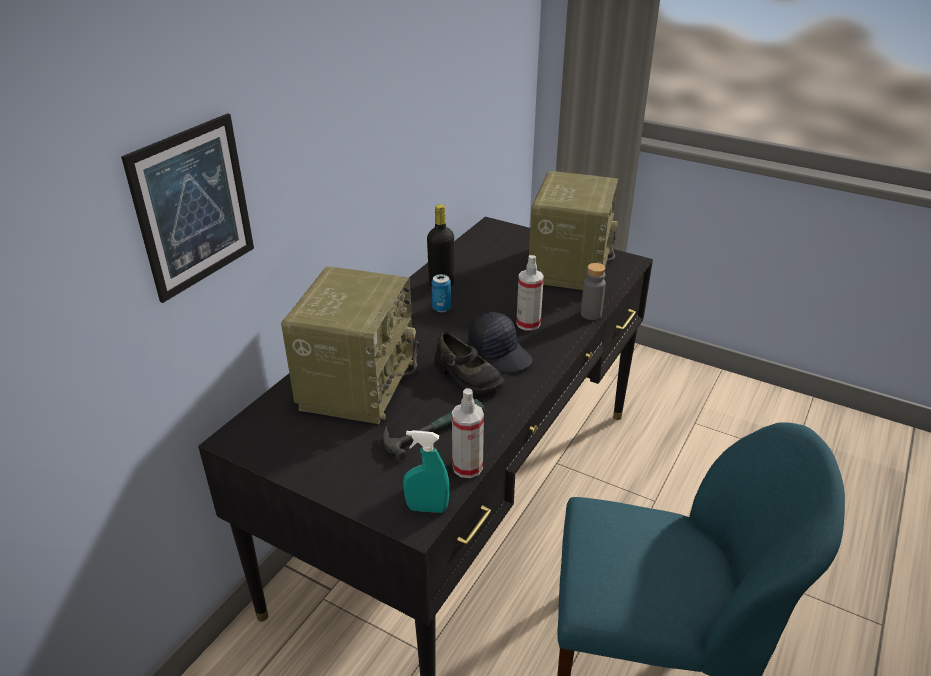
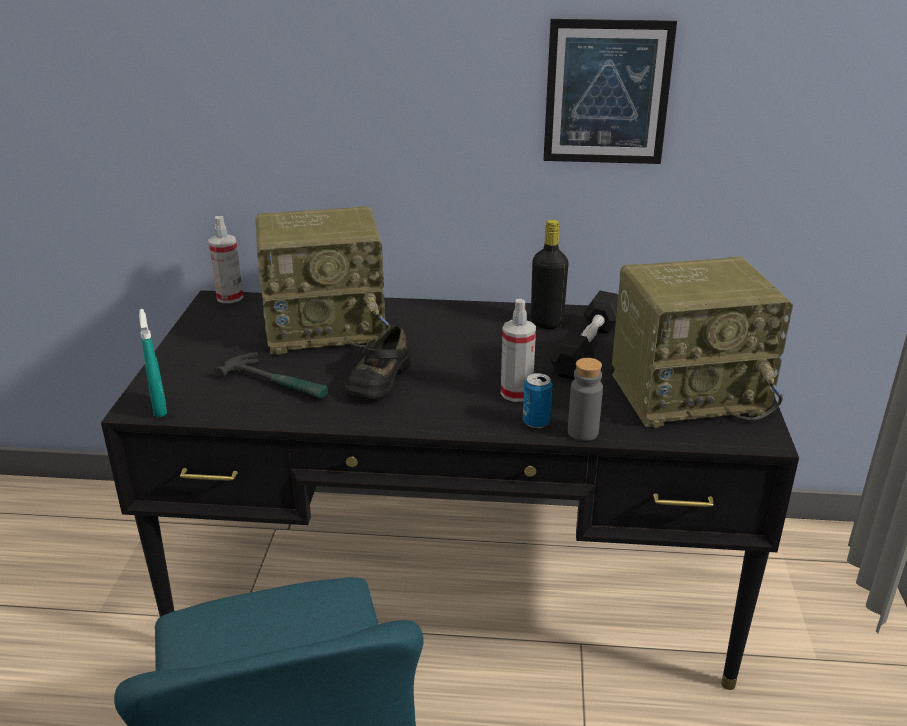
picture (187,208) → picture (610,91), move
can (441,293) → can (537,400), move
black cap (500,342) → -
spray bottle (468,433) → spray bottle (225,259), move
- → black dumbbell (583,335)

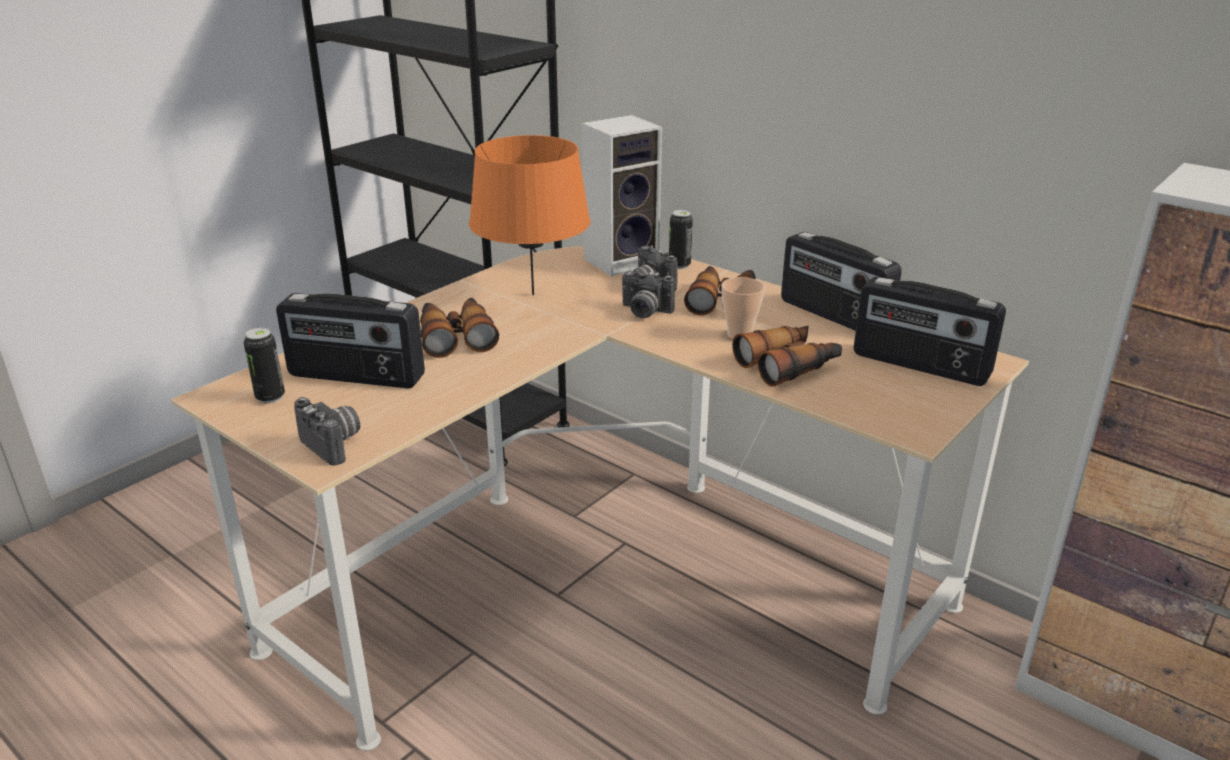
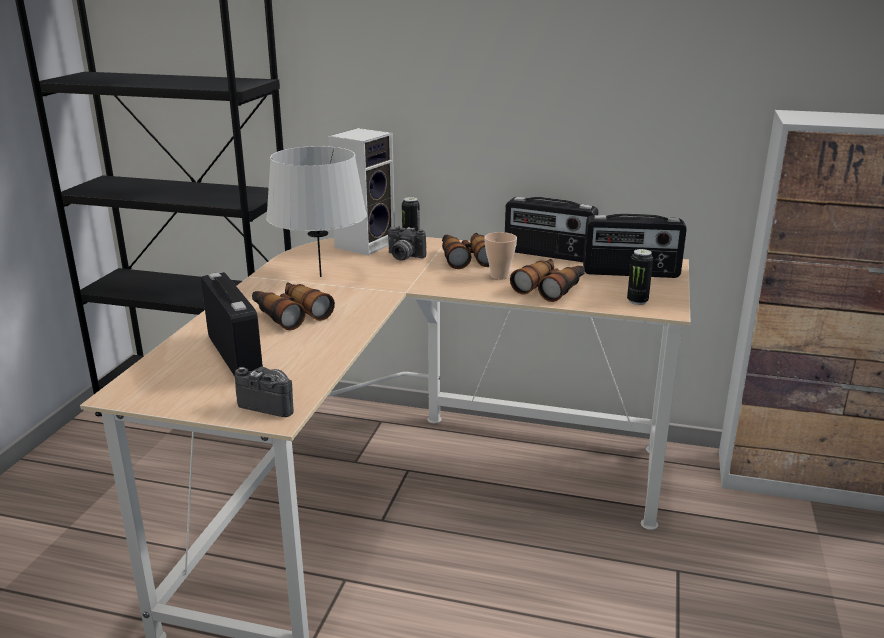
orange table lamp (530,215) → grey table lamp (316,211)
photo camera (648,294) → -
radio (350,340) → radio (232,324), 105 degrees counterclockwise
can (264,366) → can (640,277), move

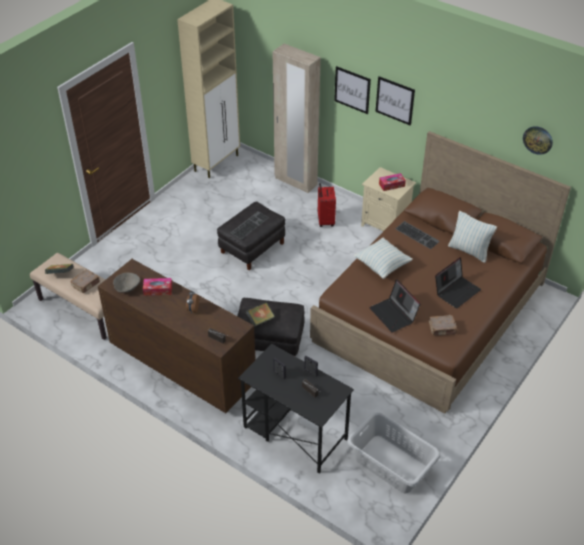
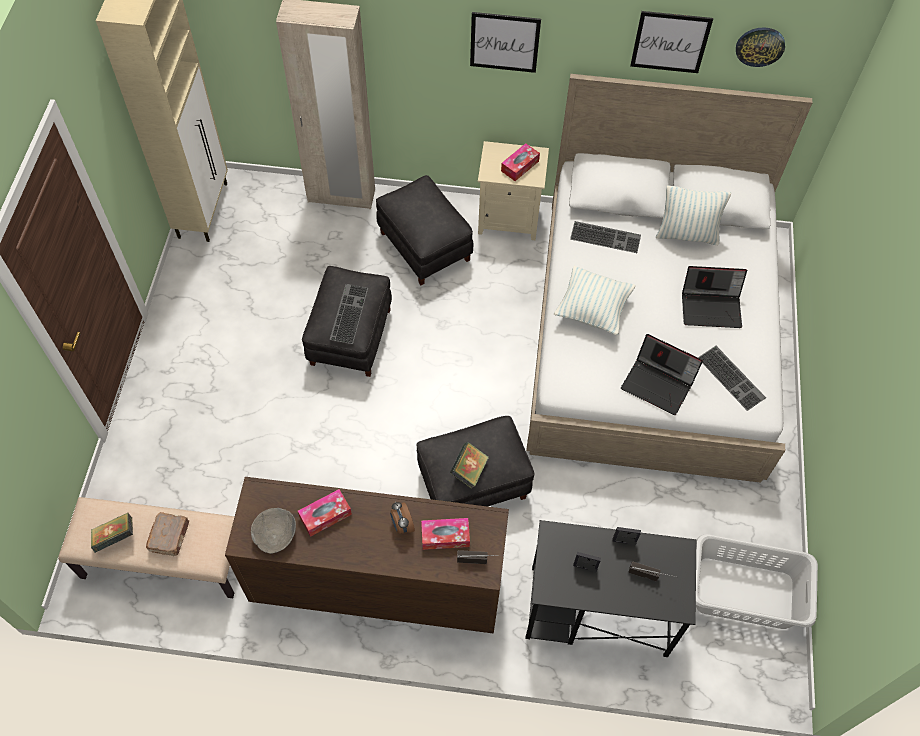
picture (352,90) → picture (671,42), move
brown bed (440,272) → white bed (669,278)
red suitcase (327,205) → black ottoman (424,230)
laptop (458,283) → laptop (714,297), 75 degrees clockwise
brown book (443,325) → keyboard (732,378)
- → tissue box (445,534)

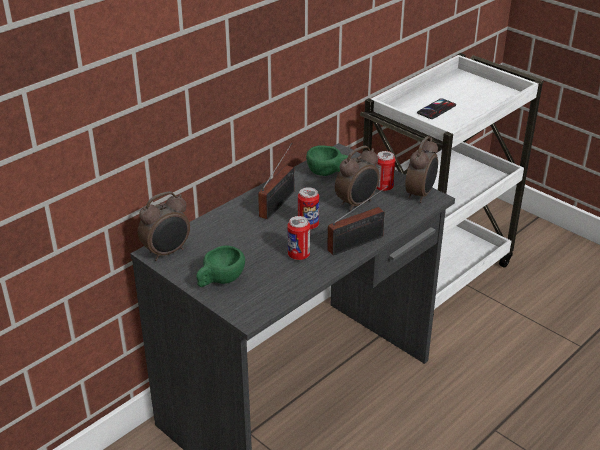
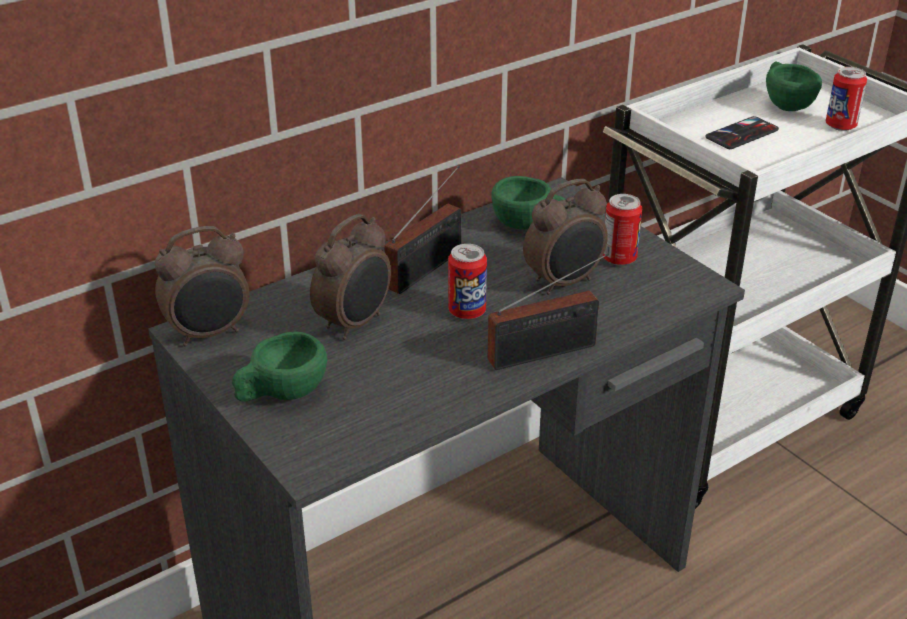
alarm clock (421,169) → alarm clock (350,277), move
can (299,238) → can (846,99), move
- → green cup (794,86)

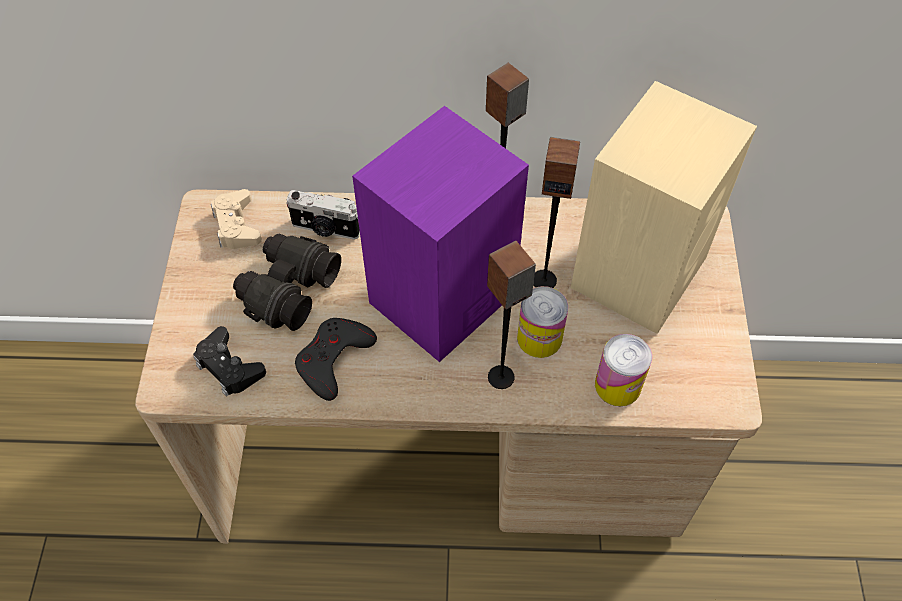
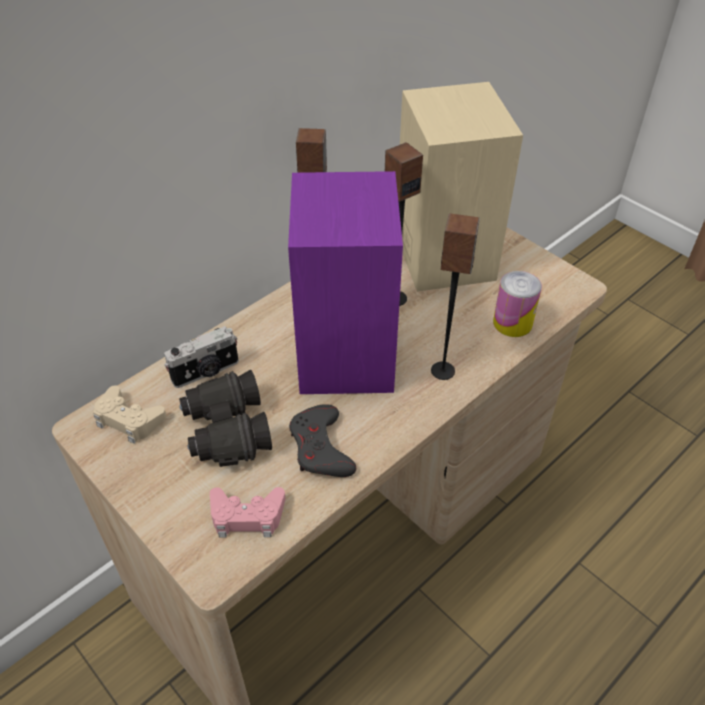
can (542,322) → -
black game controller (229,361) → pink game controller (248,512)

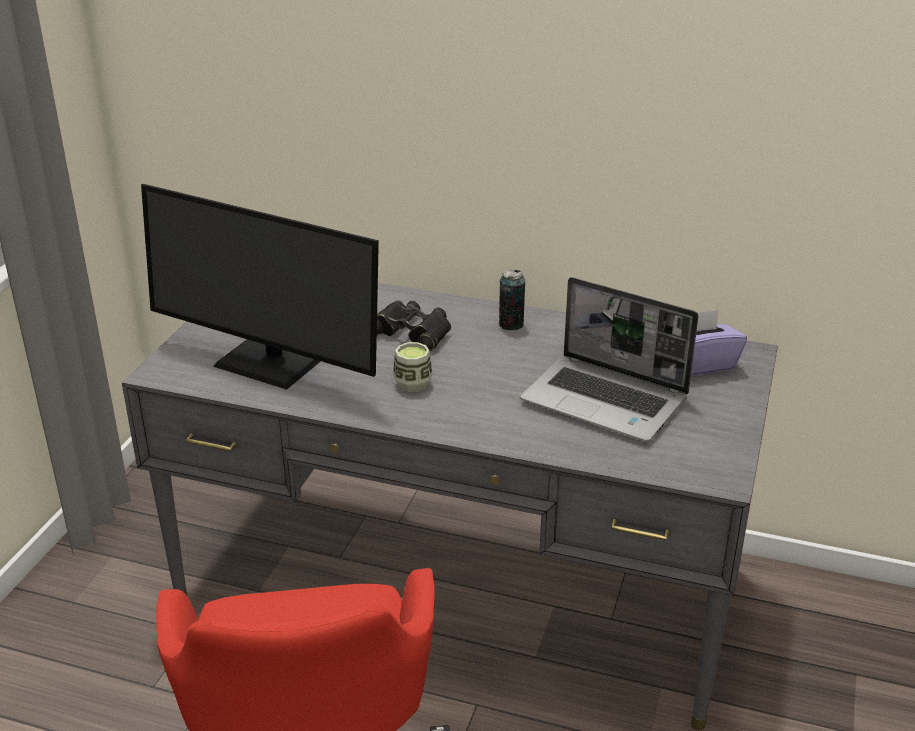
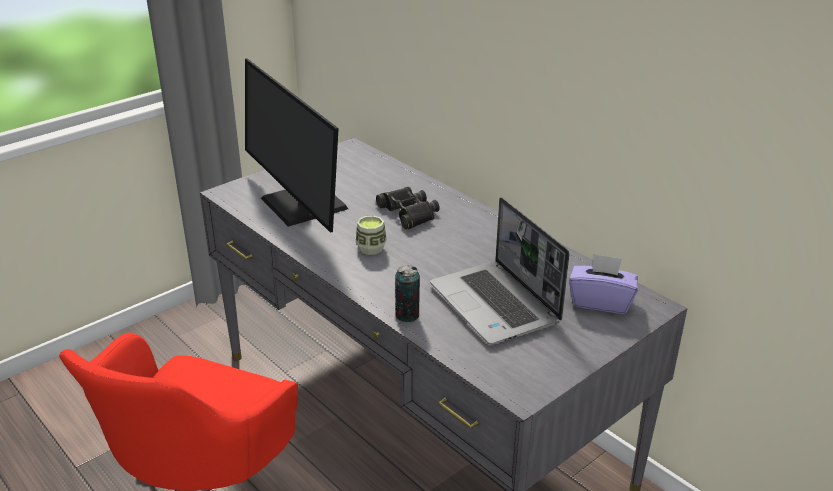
can (512,300) → can (407,293), move

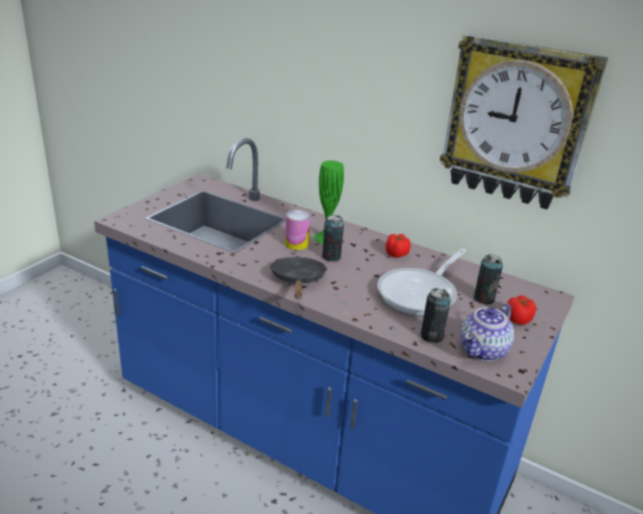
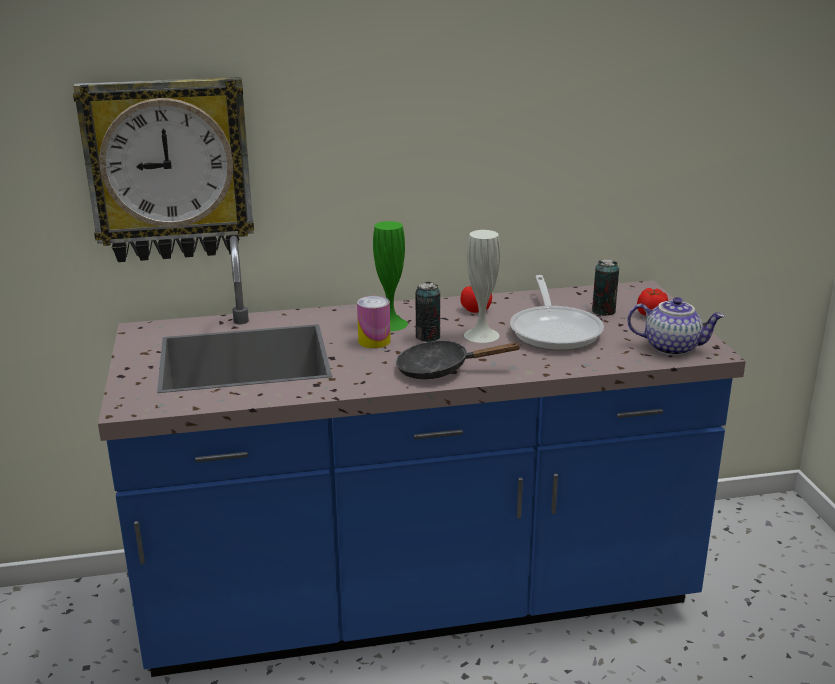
wall clock (524,121) → wall clock (163,169), move
black frying pan (298,278) → black frying pan (459,359), 45 degrees counterclockwise
can (436,315) → -
teapot (487,332) → teapot (676,326), 75 degrees counterclockwise
- → white vase (482,286)

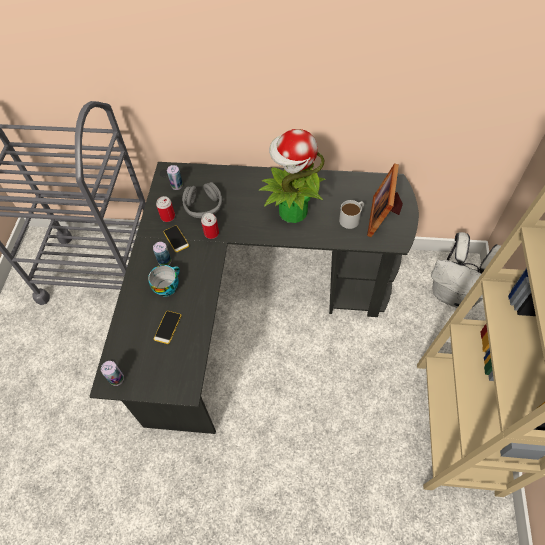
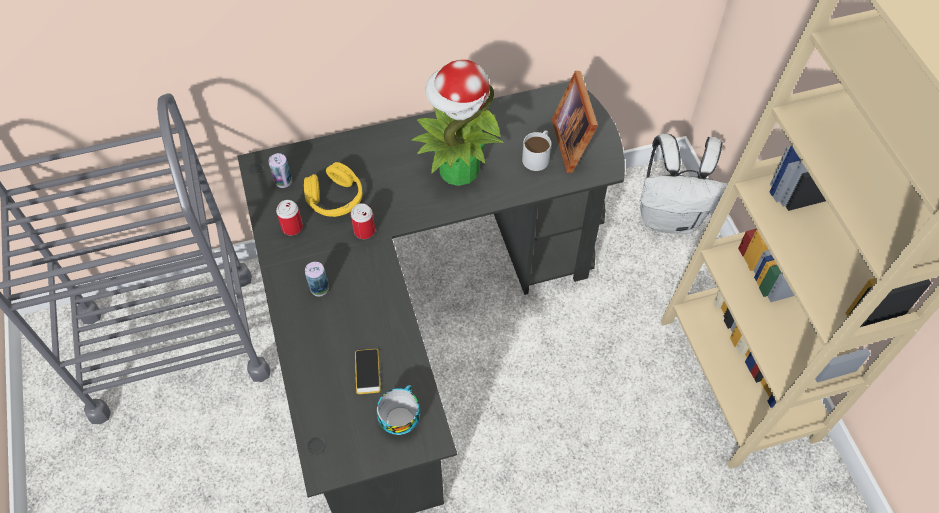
grey headphones (202,200) → yellow headphones (333,189)
phone (176,238) → -
cup (164,281) → cup (398,410), move
can (112,373) → -

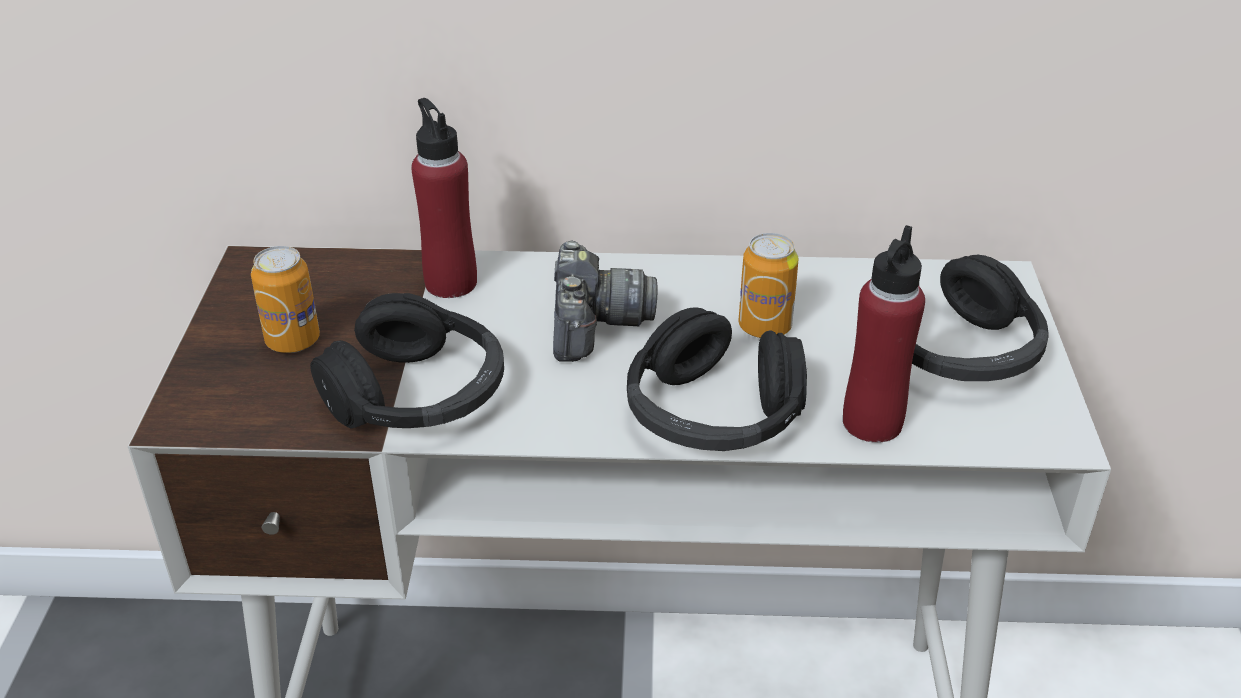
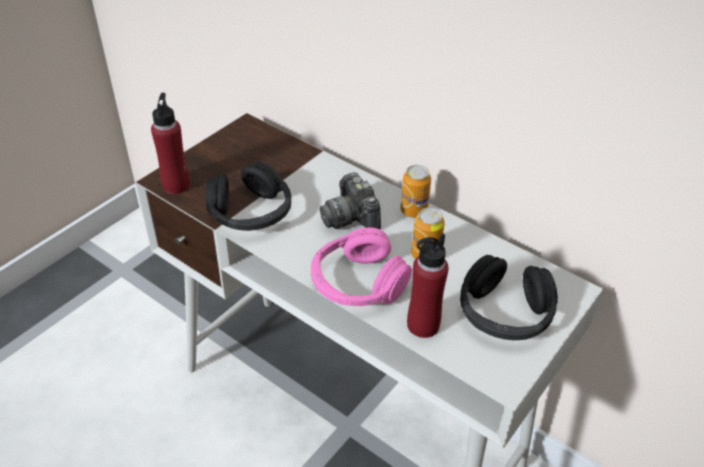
red bottle (444,198) → red bottle (170,143), move
photo camera (605,301) → photo camera (350,200), 120 degrees clockwise
can (285,299) → can (416,191), move
black headphones (717,379) → pink headphones (361,266)

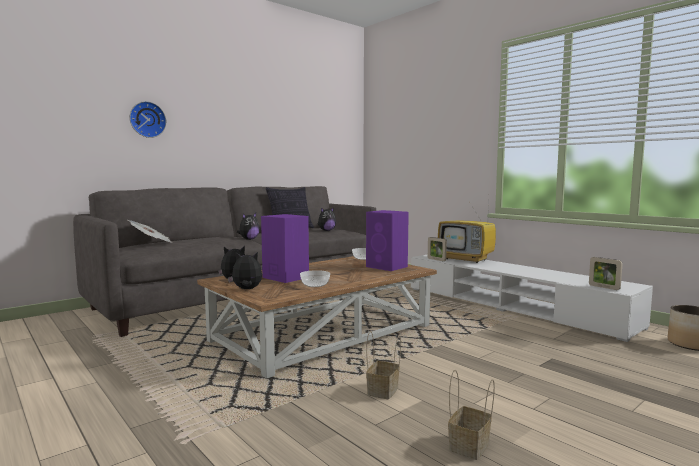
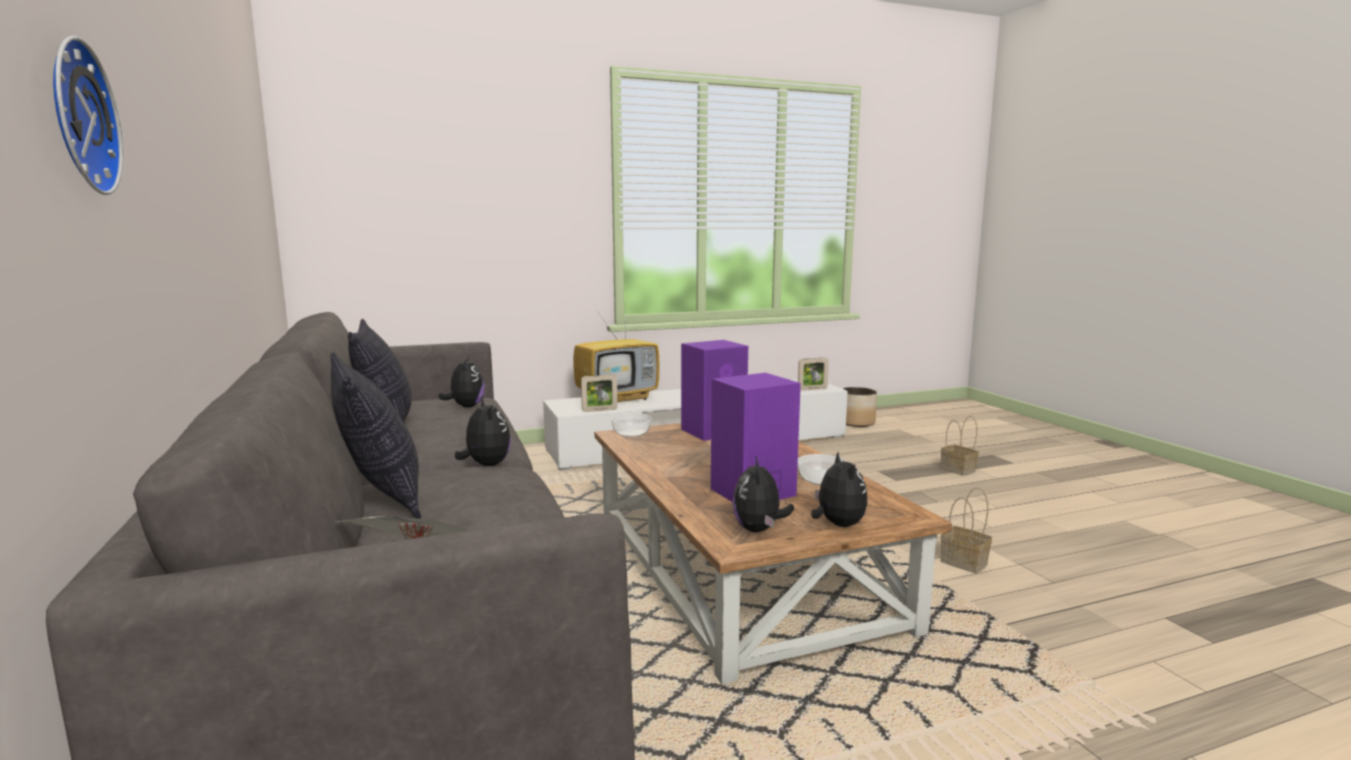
plush toy (245,270) → plush toy (839,489), 150 degrees clockwise
basket (471,415) → basket (960,446), move
- → pillow (376,435)

